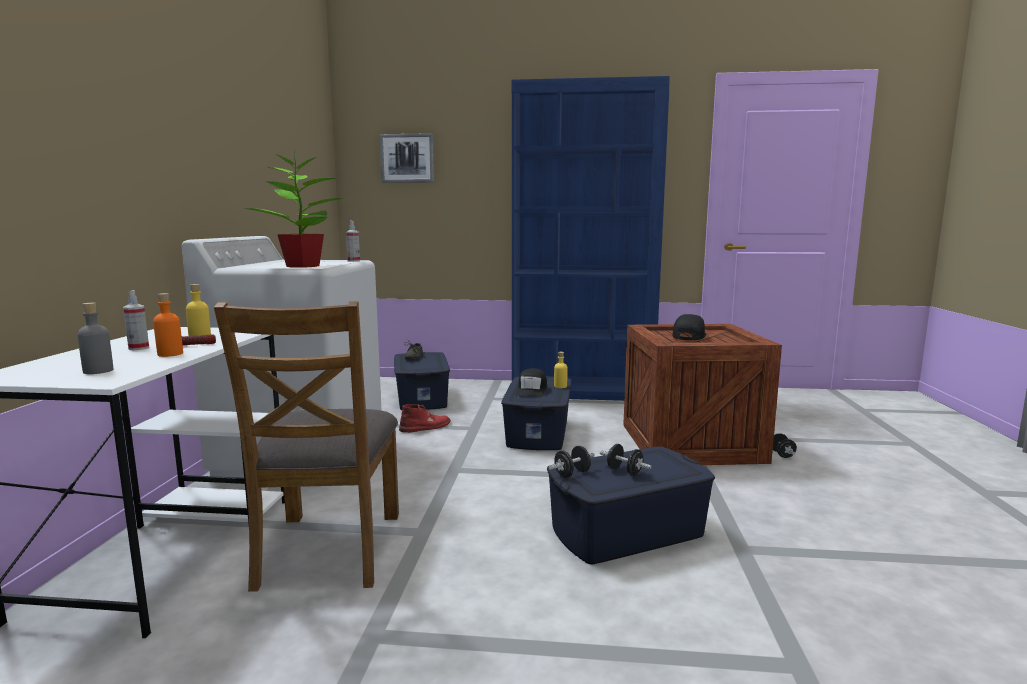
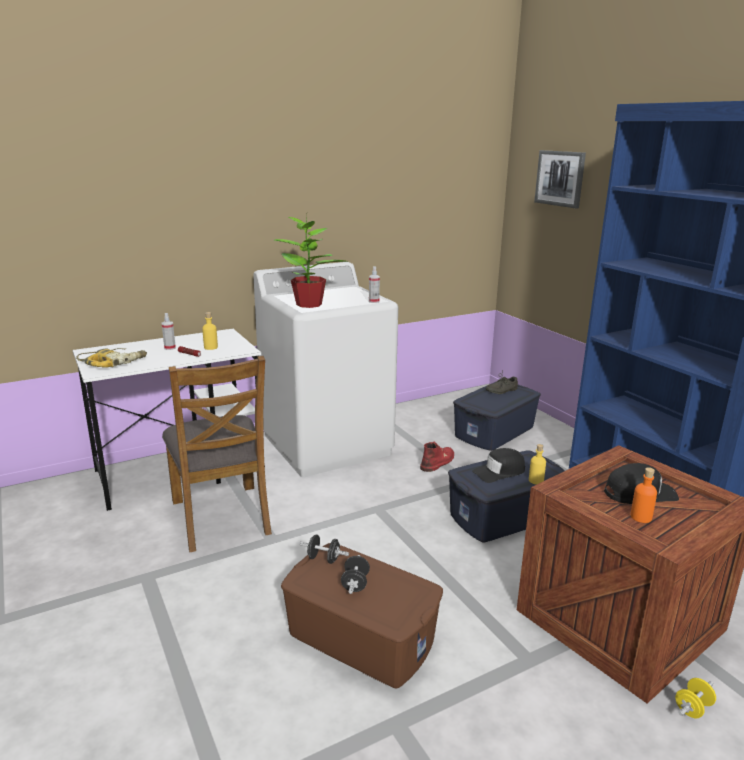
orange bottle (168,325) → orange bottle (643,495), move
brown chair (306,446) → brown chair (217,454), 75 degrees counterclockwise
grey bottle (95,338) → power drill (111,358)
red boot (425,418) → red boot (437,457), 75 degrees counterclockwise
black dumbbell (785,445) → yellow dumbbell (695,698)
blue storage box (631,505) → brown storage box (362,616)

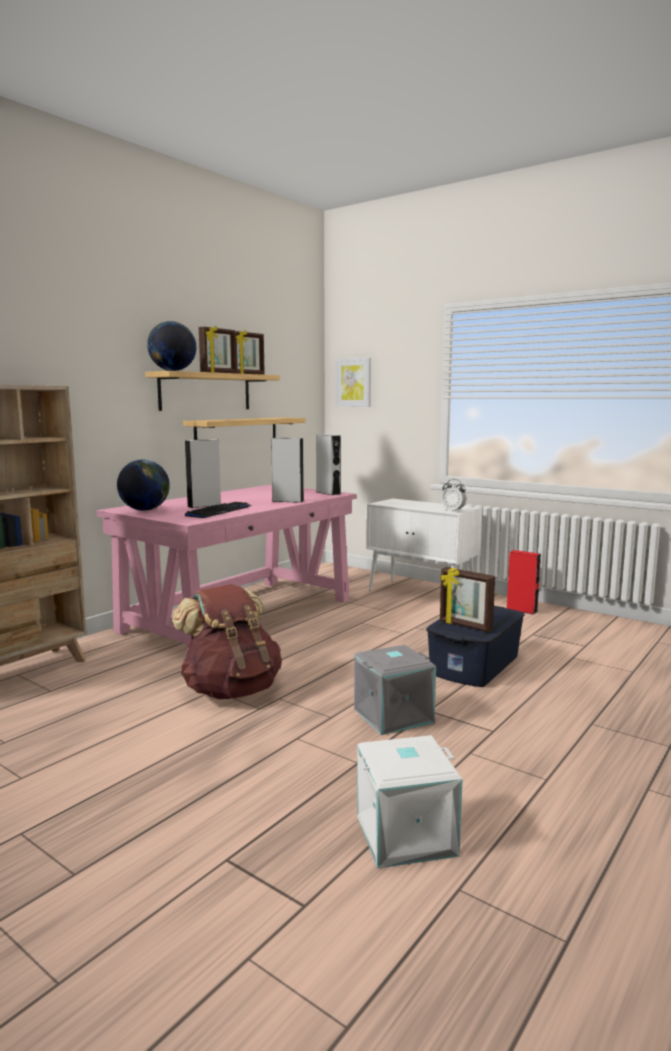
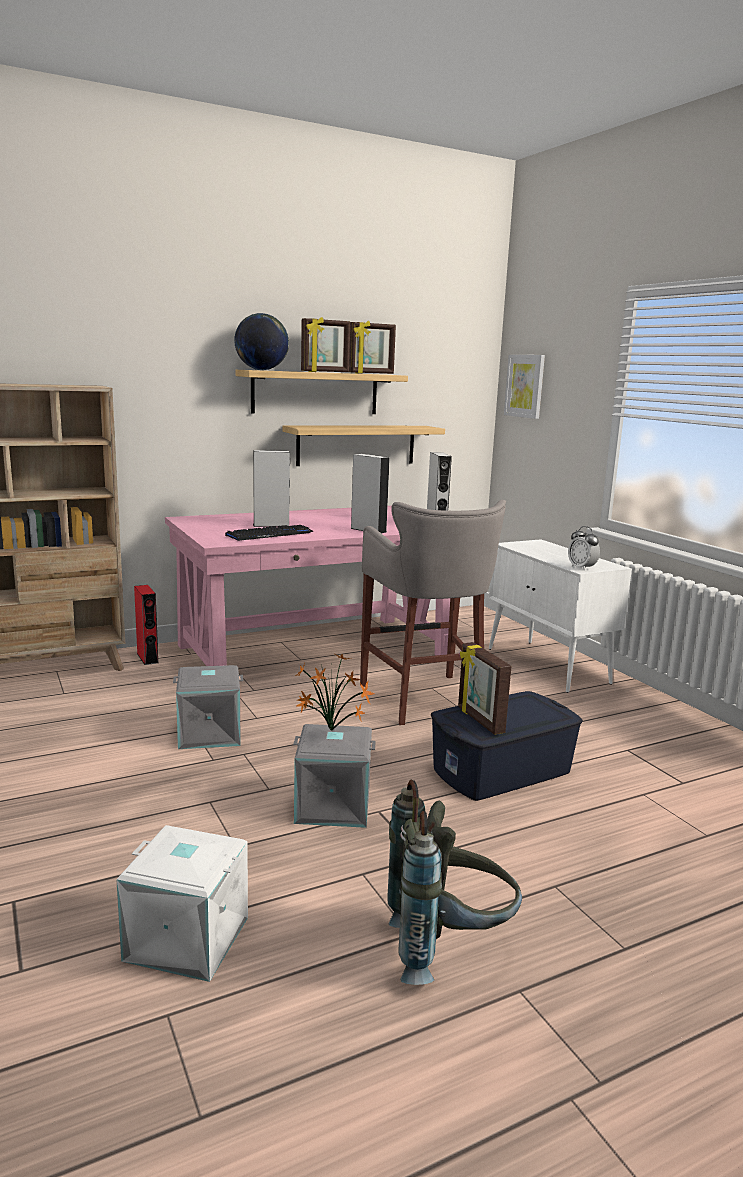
globe (143,485) → -
red speaker (524,582) → red speaker (146,625), move
brown backpack (227,641) → grey storage box (208,707)
- → grey stool (433,612)
- → potted plant (334,692)
- → grey backpack (455,882)

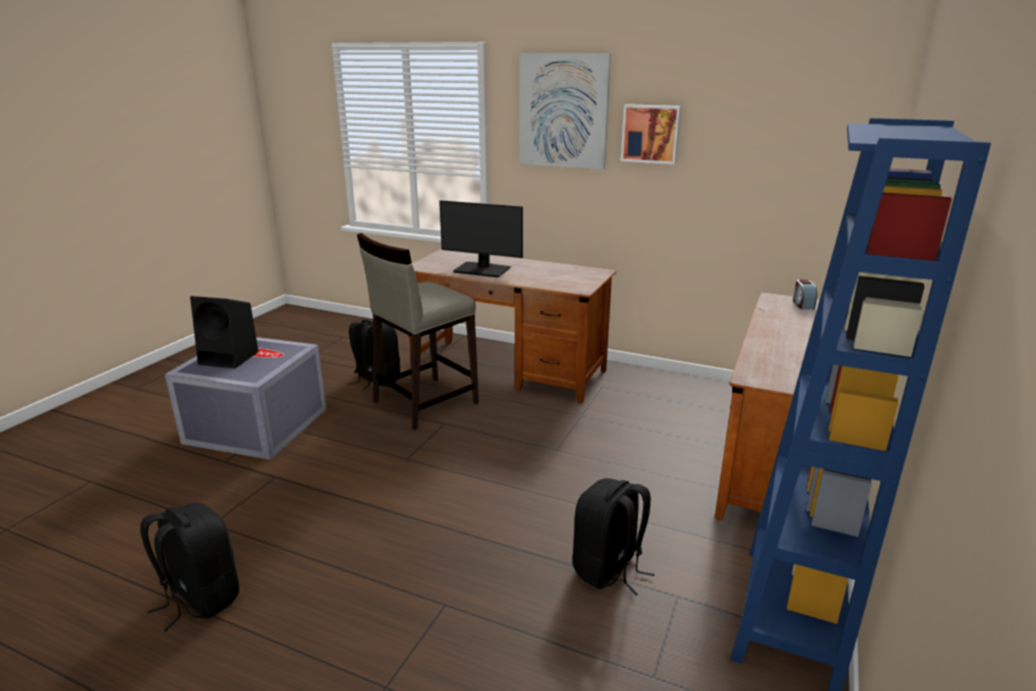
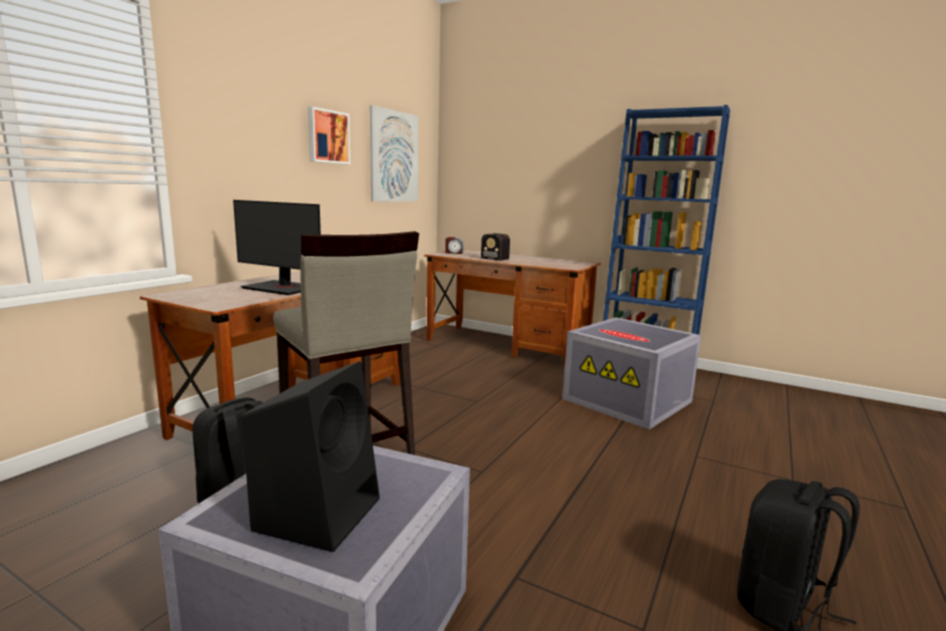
picture (565,111) → picture (394,153), move
monitor (481,238) → monitor (277,247), 90 degrees clockwise
black backpack (614,537) → grey storage box (631,373)
- → radio (491,247)

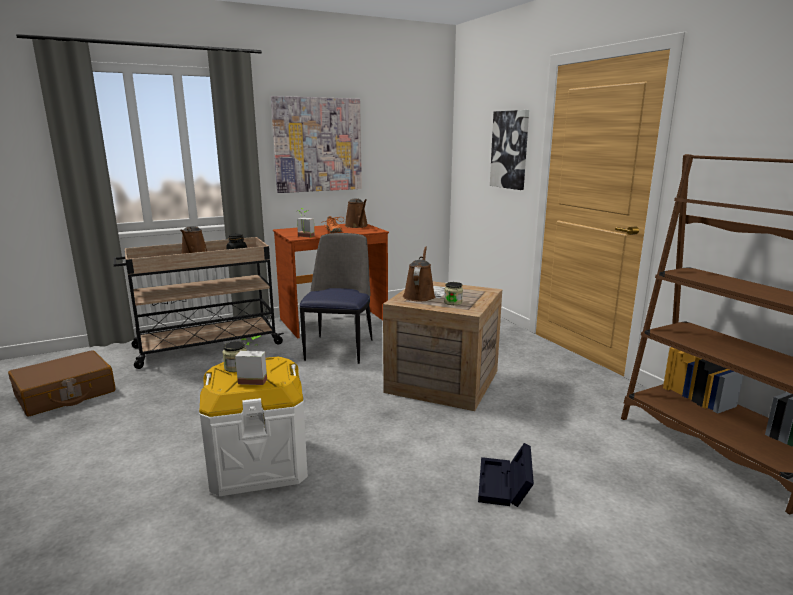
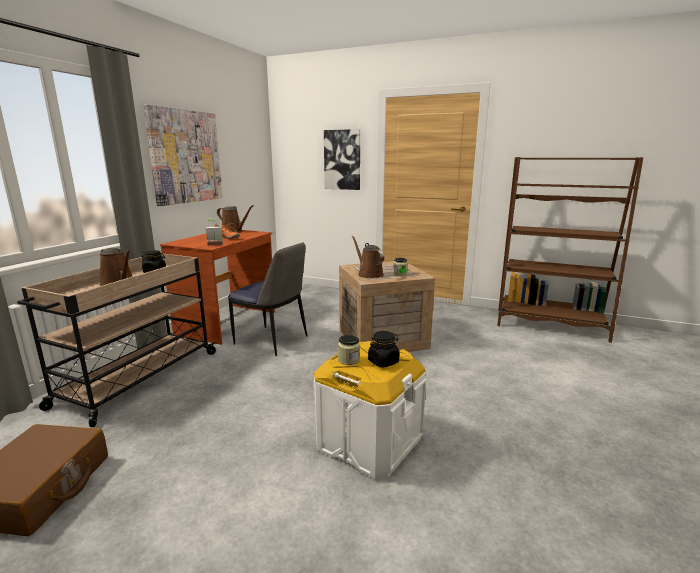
chair (335,298) → chair (267,299), 150 degrees clockwise
potted plant (251,360) → black jar (383,349)
black storage box (506,475) → -

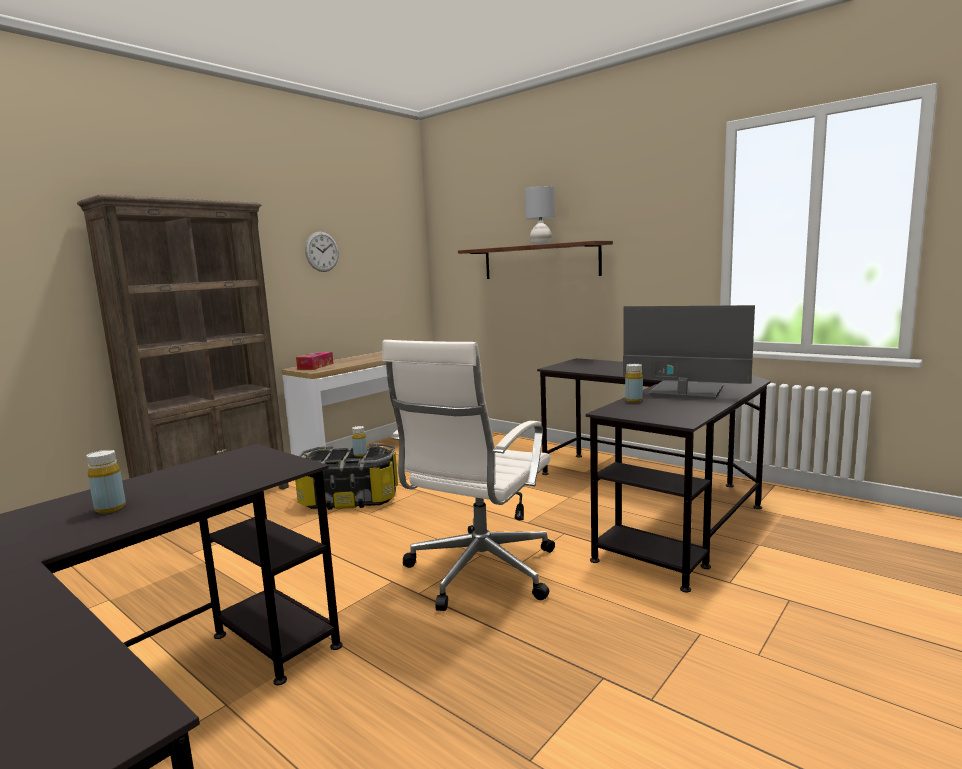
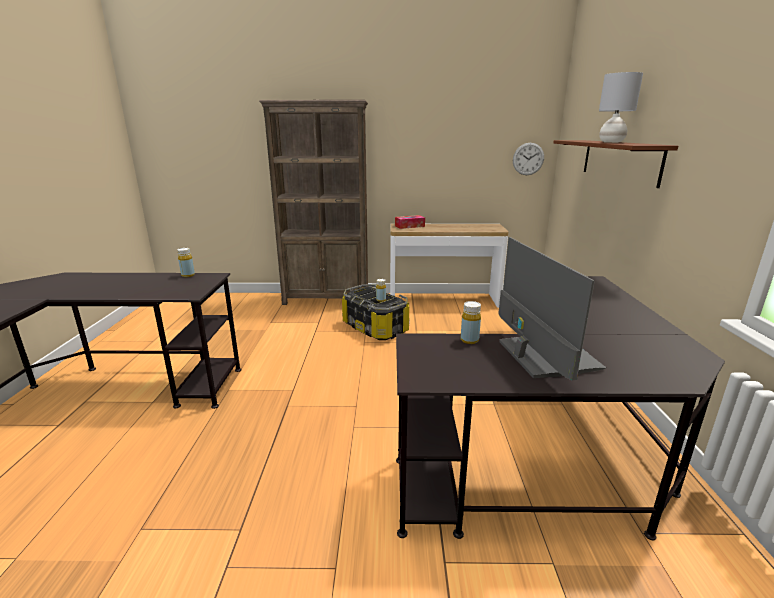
wall clock (322,252) → wall clock (528,159), move
white office chair (468,475) → -
yellow bottle (106,482) → yellow bottle (186,262), move

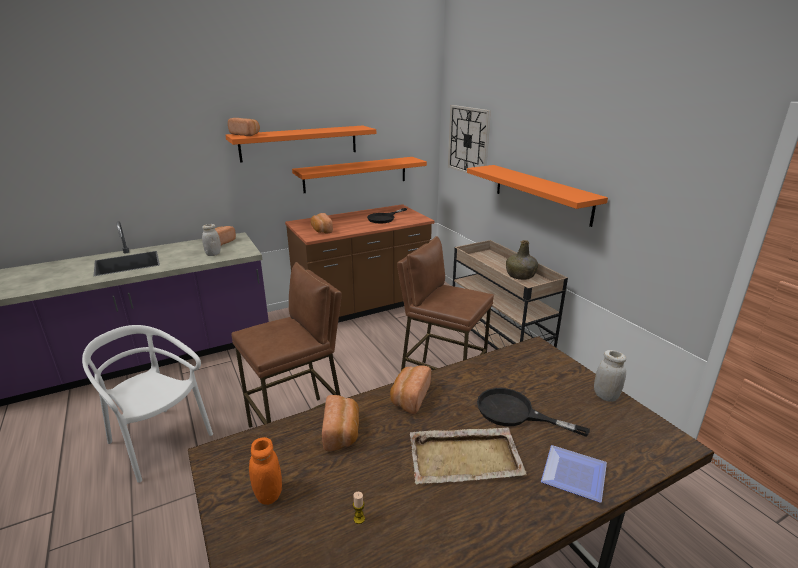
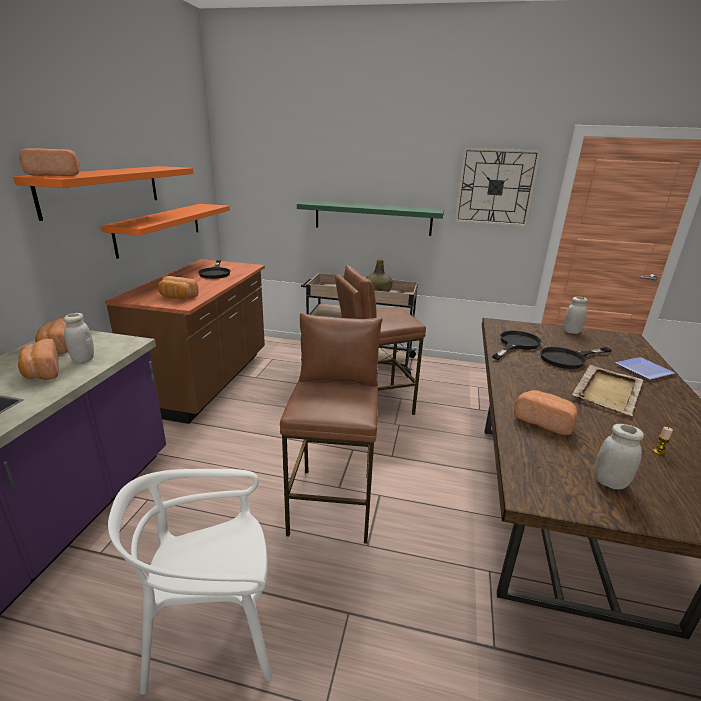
wall clock (469,142) → wall clock (498,187), move
orange shelf (537,196) → green shelf (370,218)
bread (410,389) → bread (38,359), move
orange jar (265,471) → white jar (619,456)
- → black frying pan (517,345)

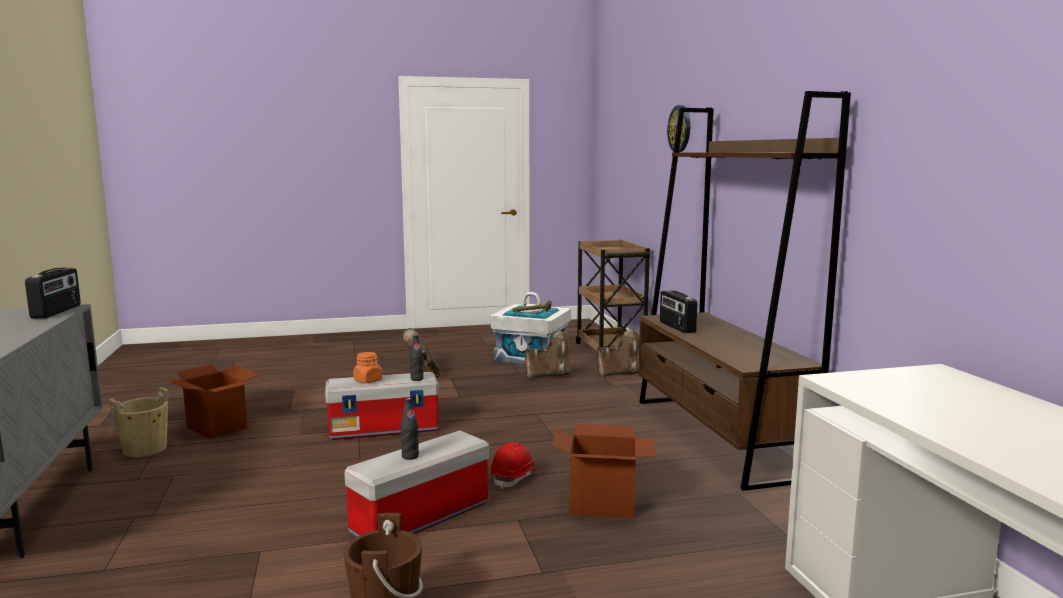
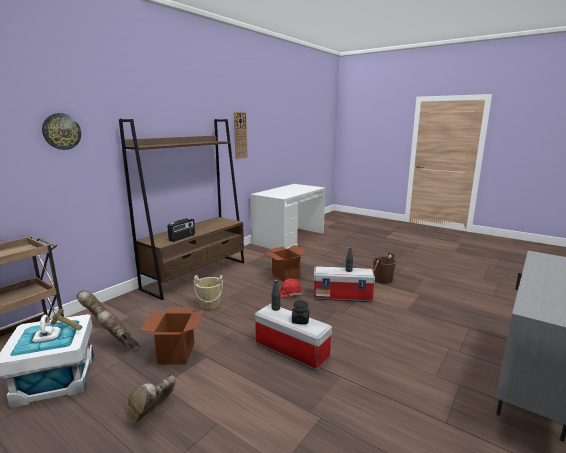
radio (53,293) → -
orange jar (367,367) → black jar (300,312)
cardboard box (212,401) → cardboard box (171,336), move
beige bucket (138,422) → beige bucket (208,292), move
- → wall clock (241,135)

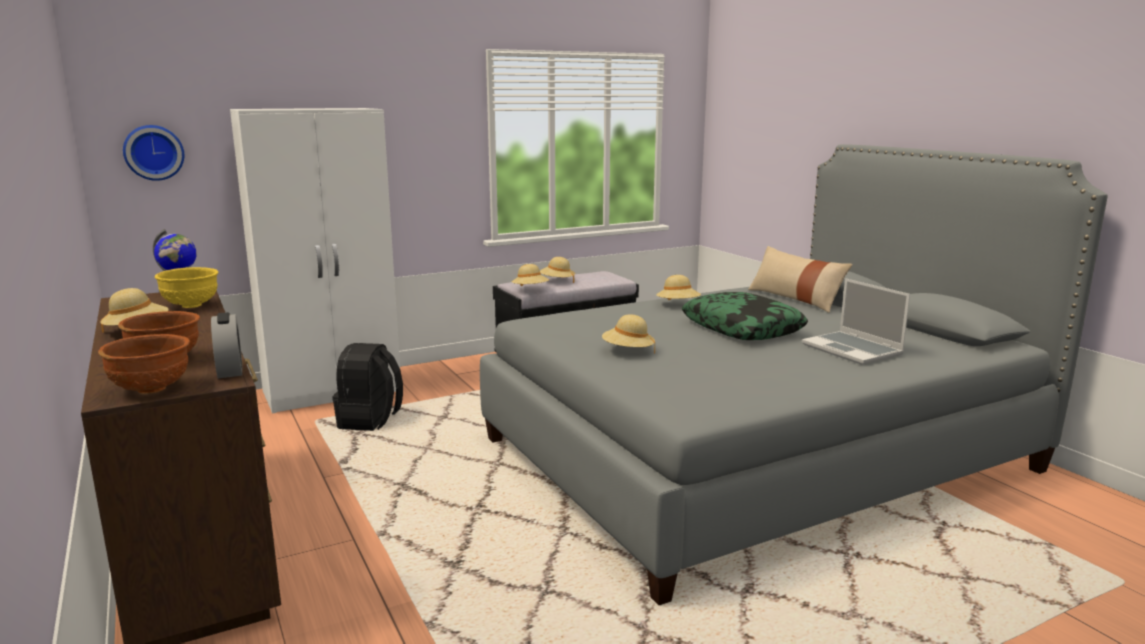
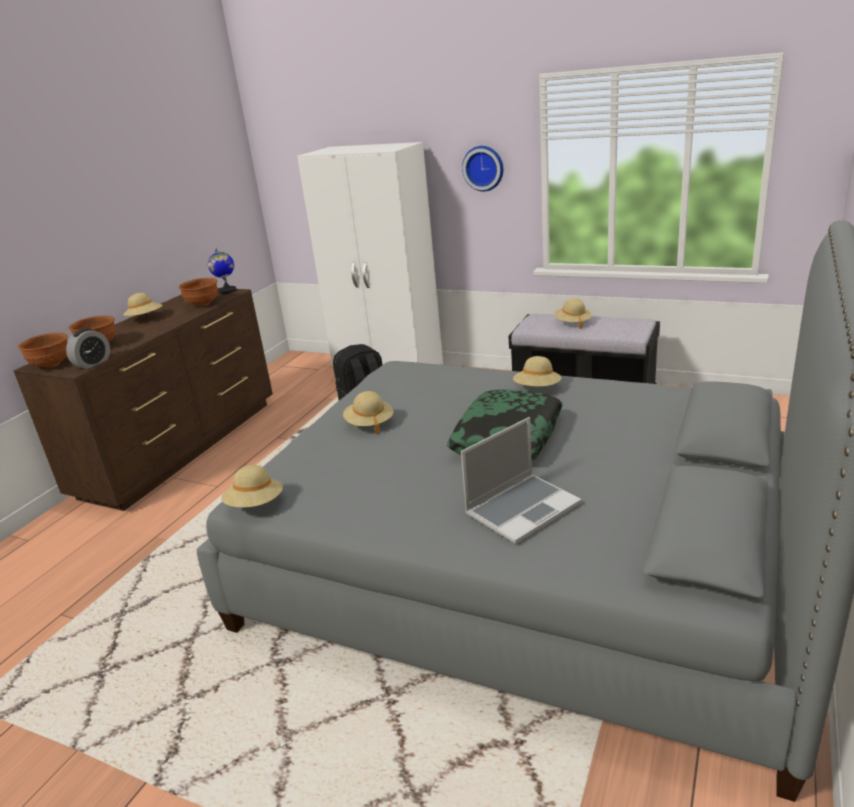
wall clock (153,153) → wall clock (482,168), move
beige pillow (800,279) → -
beige hat (530,275) → beige hat (252,486), move
yellow bowl (186,287) → brown bowl (198,292)
laptop (856,321) → laptop (521,480), 150 degrees counterclockwise

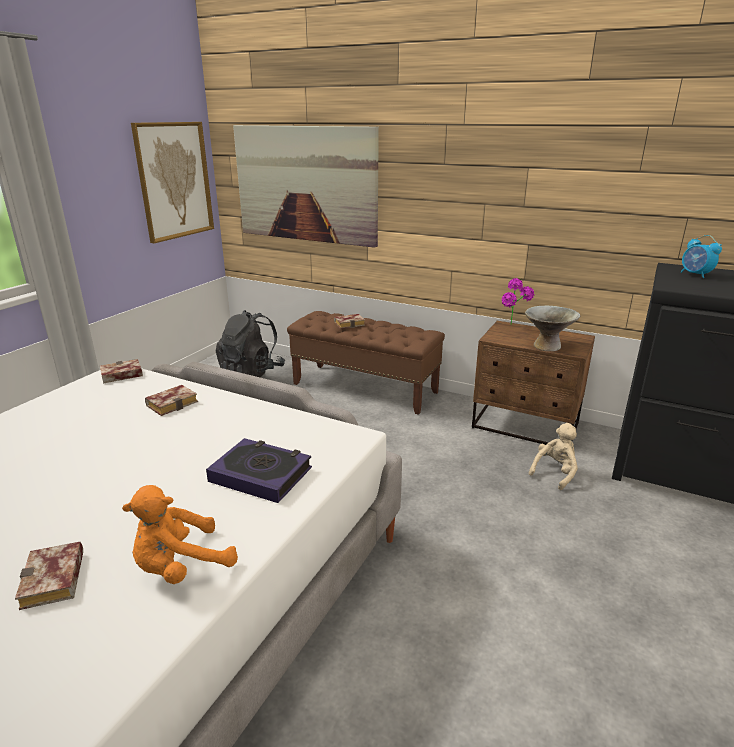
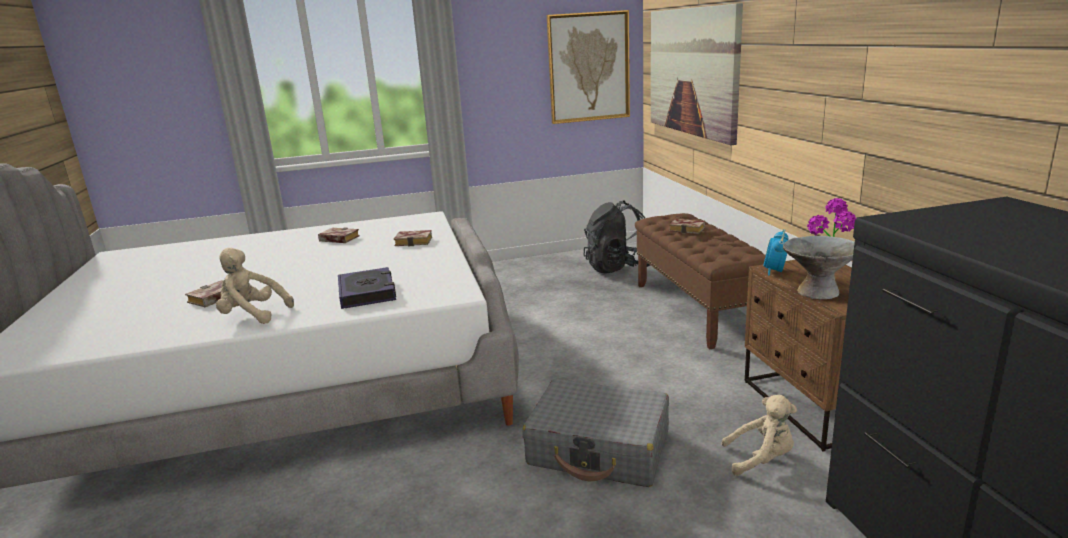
alarm clock (701,256) → alarm clock (776,252), move
book (121,371) → book (339,235), move
orange plush toy (180,534) → beige plush toy (255,286)
- → grey suitcase (595,433)

